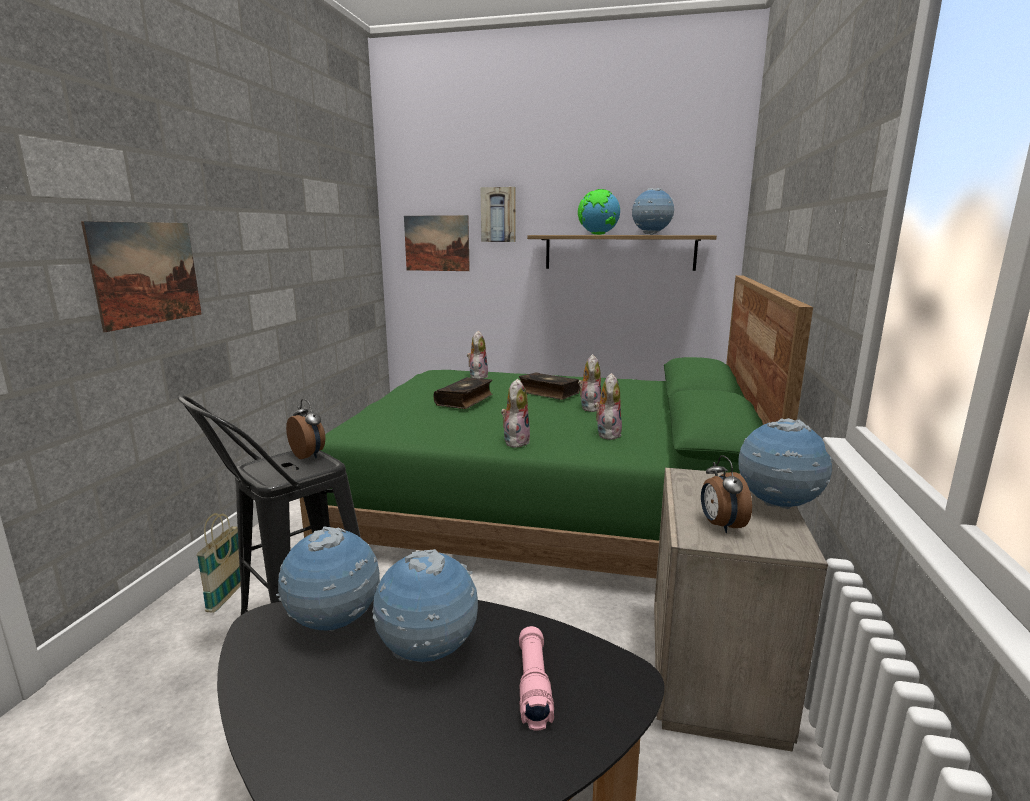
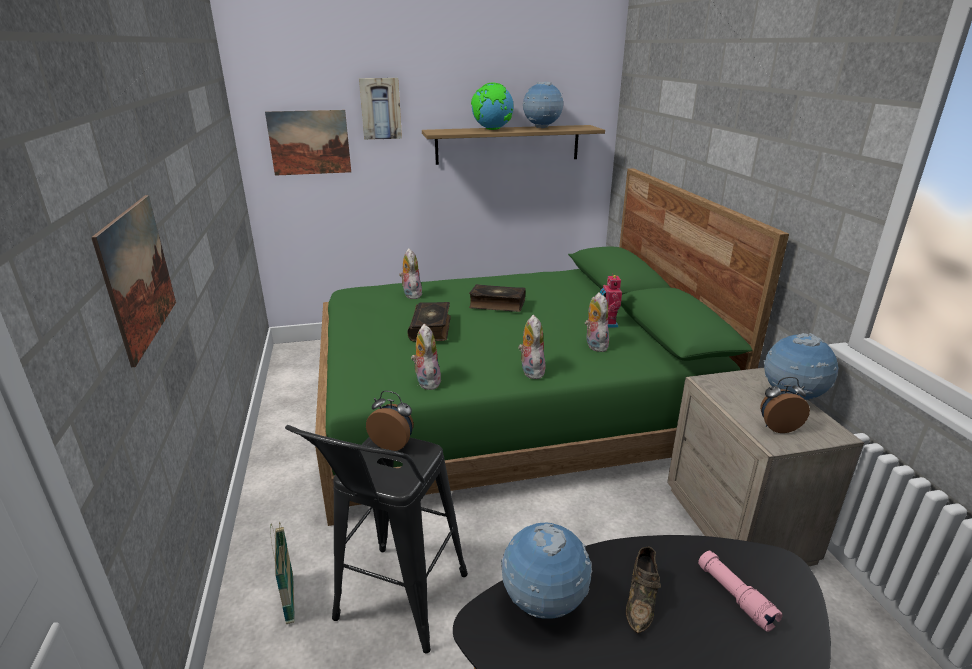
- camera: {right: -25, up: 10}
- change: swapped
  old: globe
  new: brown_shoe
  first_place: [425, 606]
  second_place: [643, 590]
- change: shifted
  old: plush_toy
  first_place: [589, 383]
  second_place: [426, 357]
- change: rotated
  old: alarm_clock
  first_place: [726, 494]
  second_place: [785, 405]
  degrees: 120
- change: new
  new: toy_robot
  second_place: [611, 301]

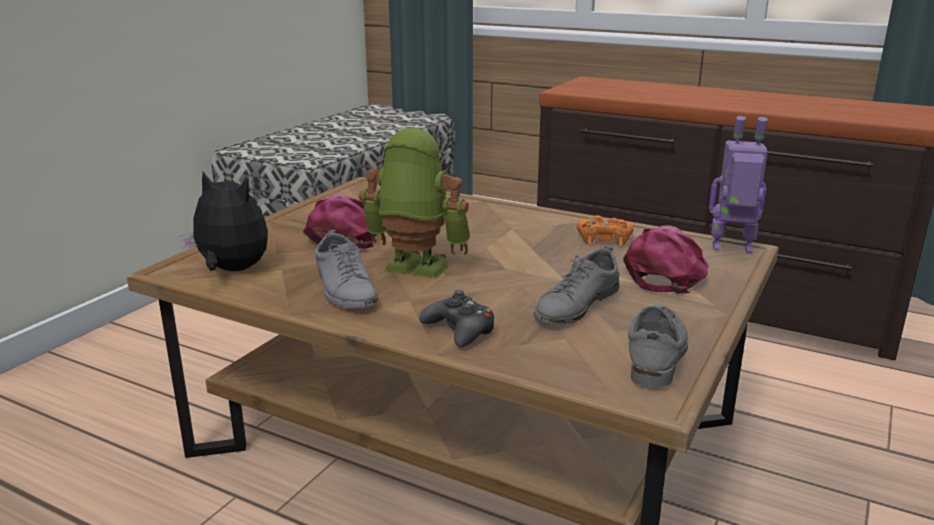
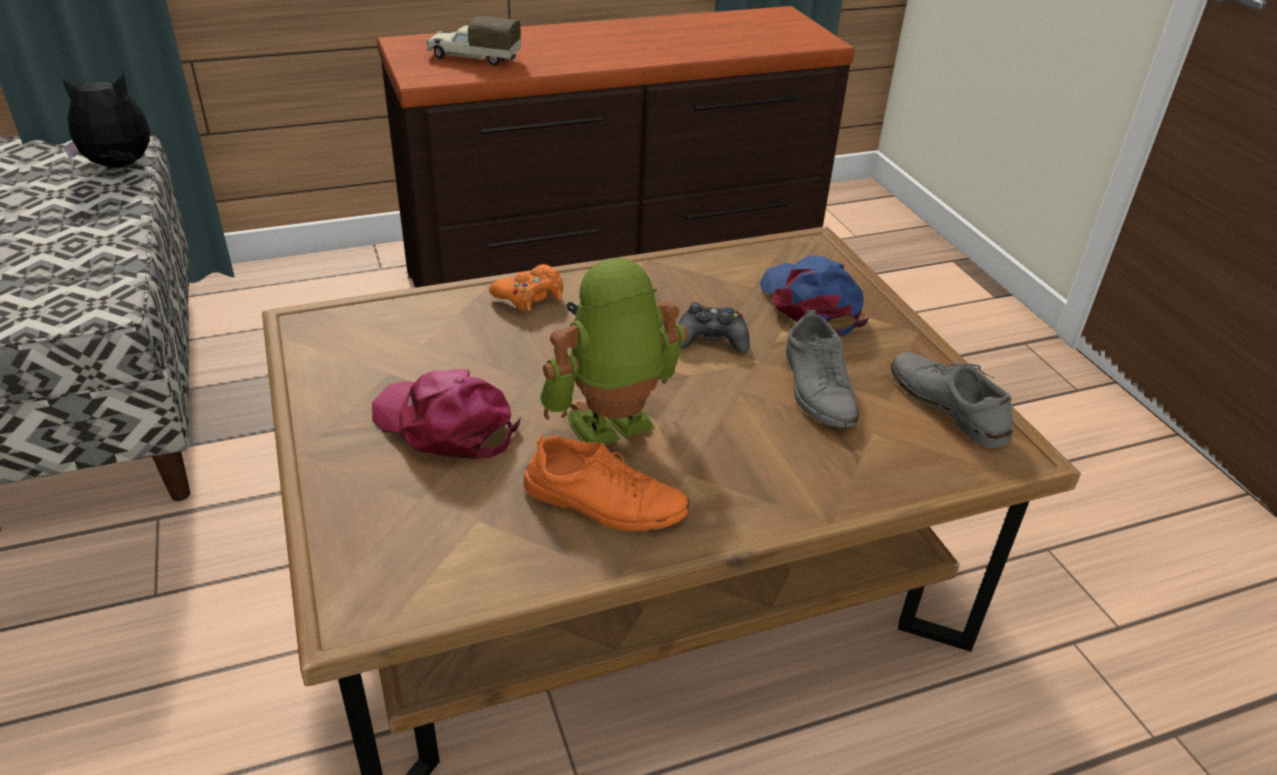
- camera: {right: -50, up: 15}
- change: shifted
  old: plush_toy
  first_place: [224, 221]
  second_place: [106, 120]
- change: repainted
  old: grey_shoe
  new: orange_shoe
  first_place: [346, 269]
  second_place: [607, 482]
- change: shifted
  old: black_game_controller
  first_place: [456, 318]
  second_place: [714, 327]
- change: shifted
  old: orange_game_controller
  first_place: [605, 230]
  second_place: [526, 288]
- change: repainted
  old: pink_cap
  new: blue_cap
  first_place: [666, 260]
  second_place: [814, 295]
- change: gone
  old: toy_robot
  first_place: [738, 184]
- change: new
  new: toy_truck
  second_place: [473, 41]

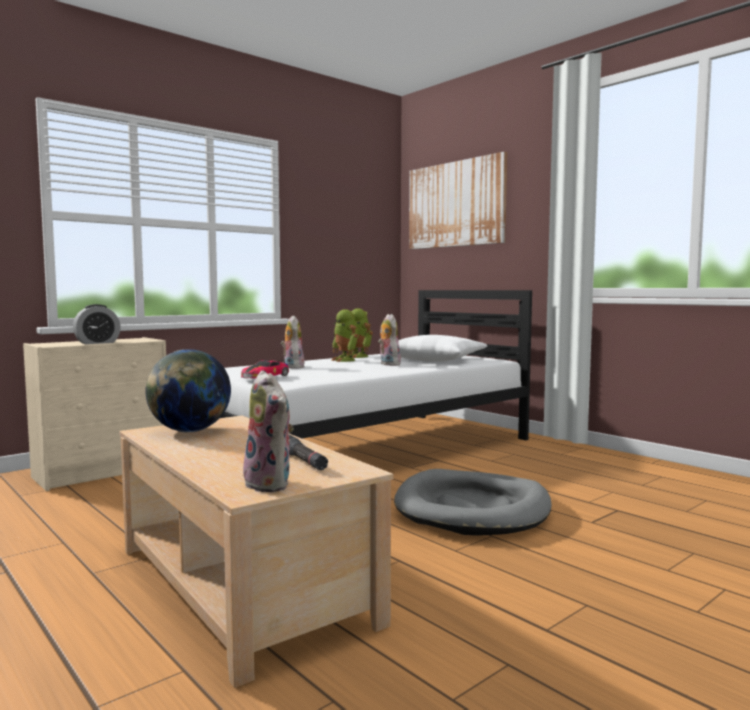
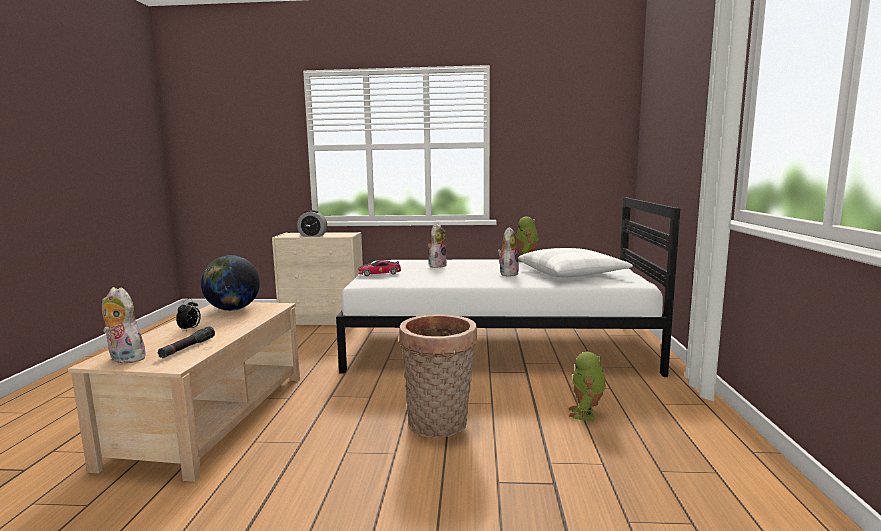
- camera: {right: 45, up: 5}
- change: rotated
  old: plush_toy
  first_place: [268, 431]
  second_place: [125, 325]
  degrees: 105
- change: shifted
  old: toy_robot
  first_place: [345, 335]
  second_place: [587, 386]
- change: swapped
  old: grey_dog_bed
  new: basket
  first_place: [473, 502]
  second_place: [438, 376]
- change: gone
  old: picture
  first_place: [458, 200]
- change: new
  new: alarm_clock
  second_place: [188, 314]

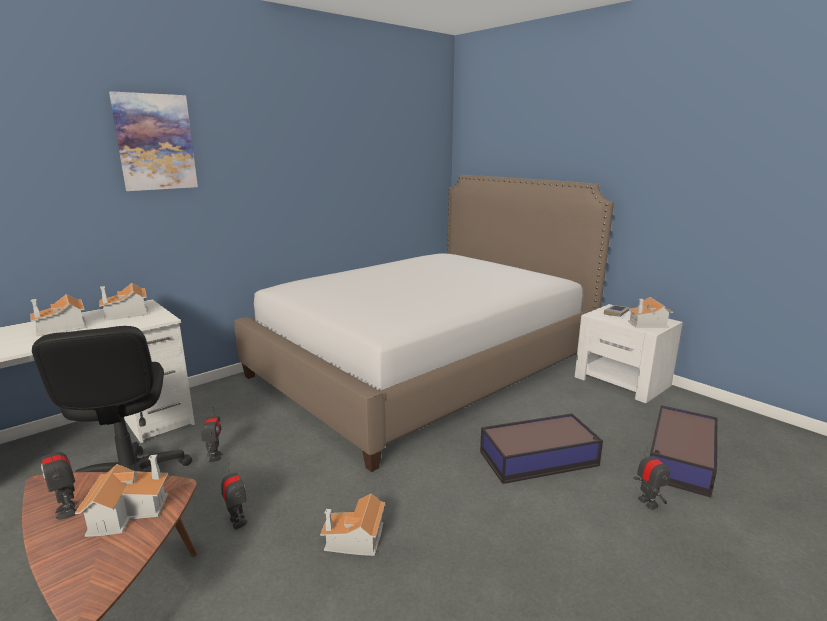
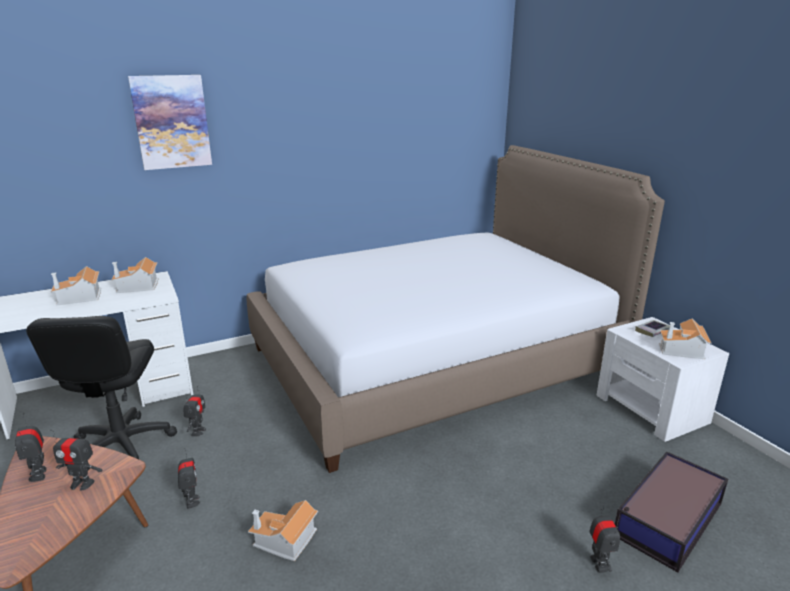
- camera: {right: 15, up: 5}
- change: swapped
  old: toy_house
  new: toy_robot
  first_place: [121, 496]
  second_place: [76, 460]
- change: gone
  old: storage_box
  first_place: [541, 448]

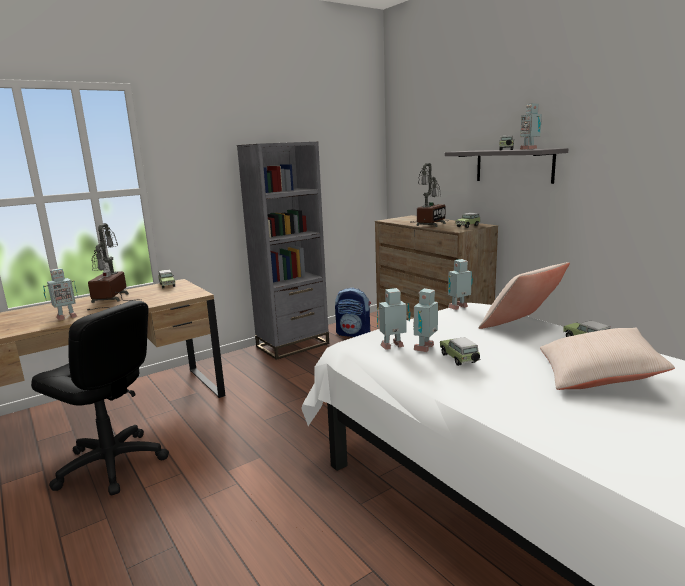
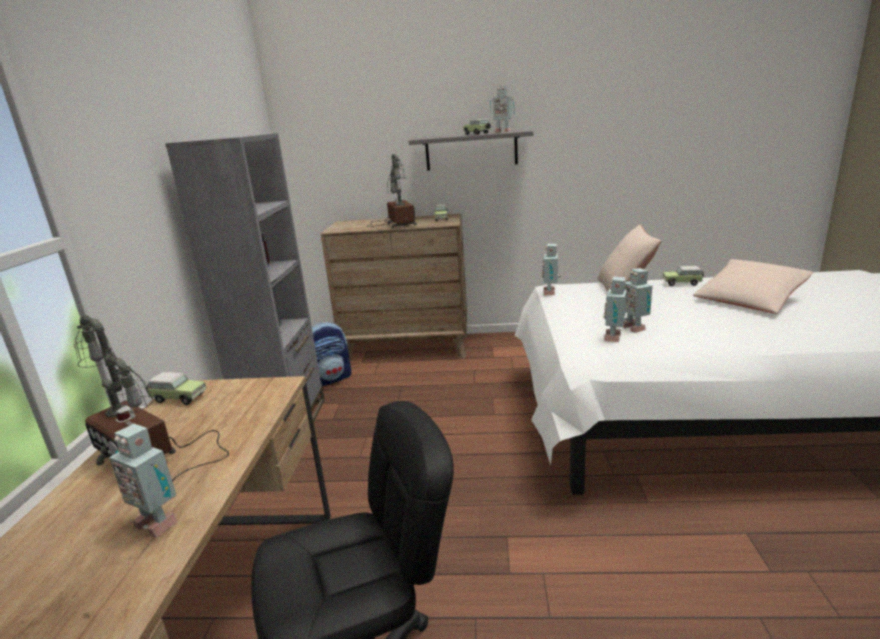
- camera: {right: -50, up: 5}
- change: rotated
  old: toy_robot
  first_place: [60, 294]
  second_place: [143, 481]
  degrees: 120
- change: gone
  old: toy_car
  first_place: [460, 351]

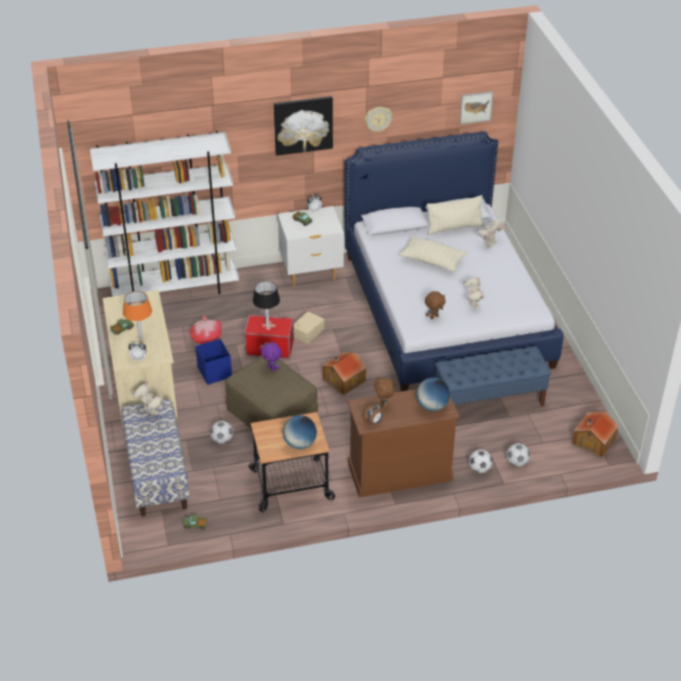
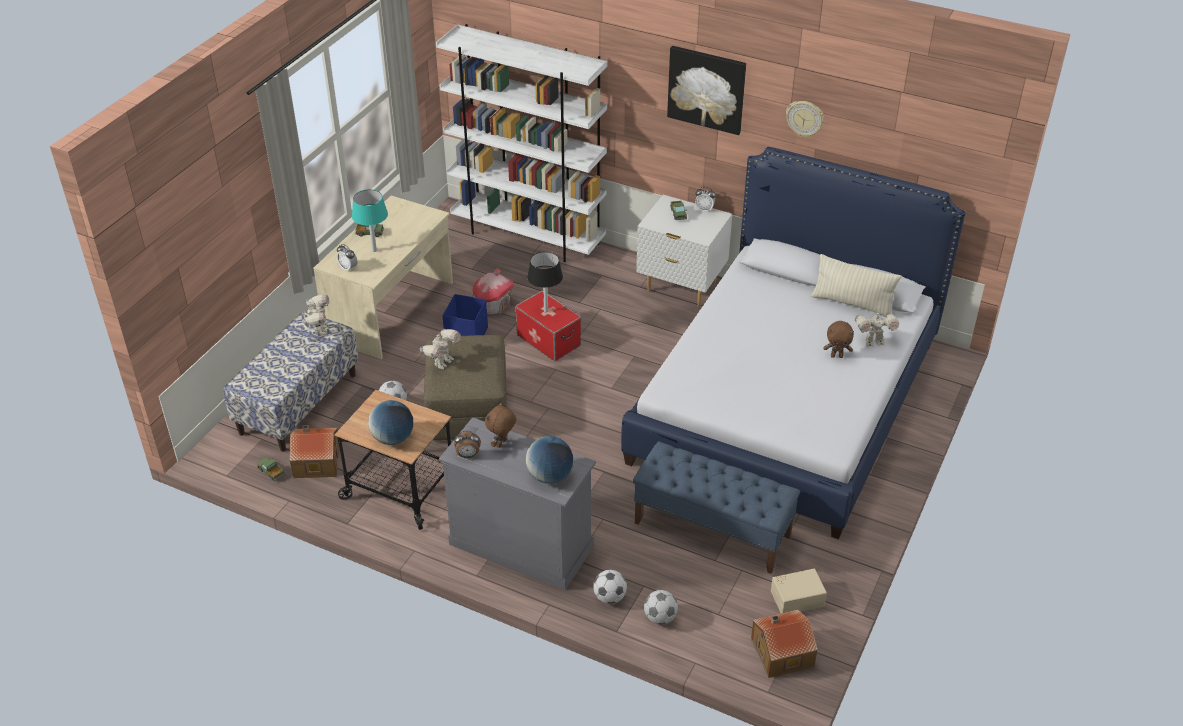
- camera: {right: 40, up: 0}
- change: repainted
  old: orange_table_lamp
  new: turquoise_table_lamp
  first_place: [137, 315]
  second_place: [370, 220]
- change: gone
  old: purple_plush_toy
  first_place: [271, 356]
- change: shifted
  old: beige_storage_box
  first_place: [308, 327]
  second_place: [799, 591]
- change: shifted
  old: toy_house
  first_place: [344, 373]
  second_place: [314, 452]
- change: repainted
  old: brown_dresser
  new: grey_dresser
  first_place: [403, 443]
  second_place: [517, 503]
- change: gone
  old: beige_pillow
  first_place: [433, 254]
- change: shifted
  old: brown_plush_toy
  first_place: [435, 305]
  second_place: [838, 339]
- change: gone
  old: picture
  first_place: [477, 107]
- change: shifted
  old: toy_robot
  first_place: [473, 292]
  second_place: [440, 349]

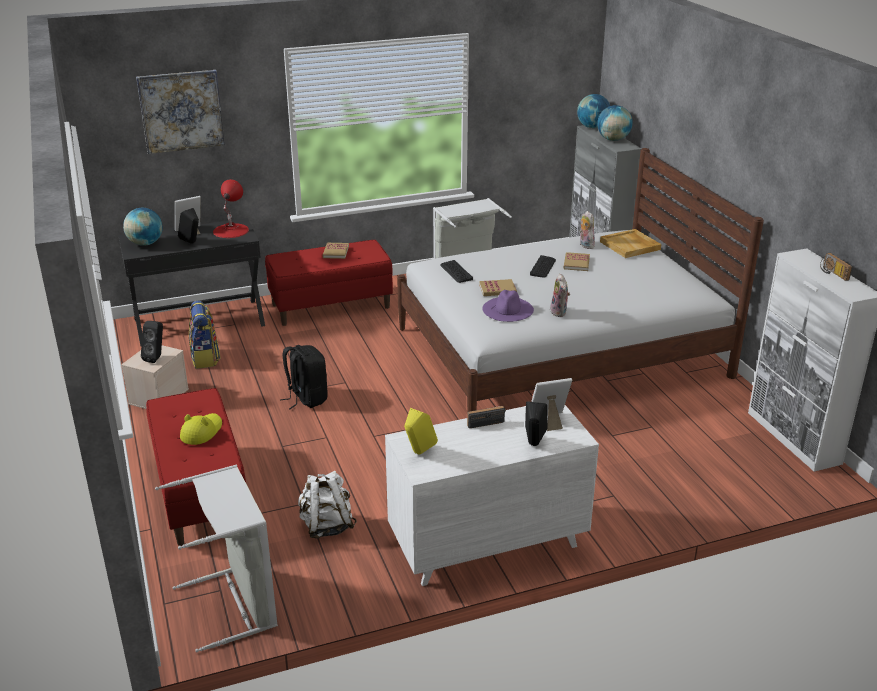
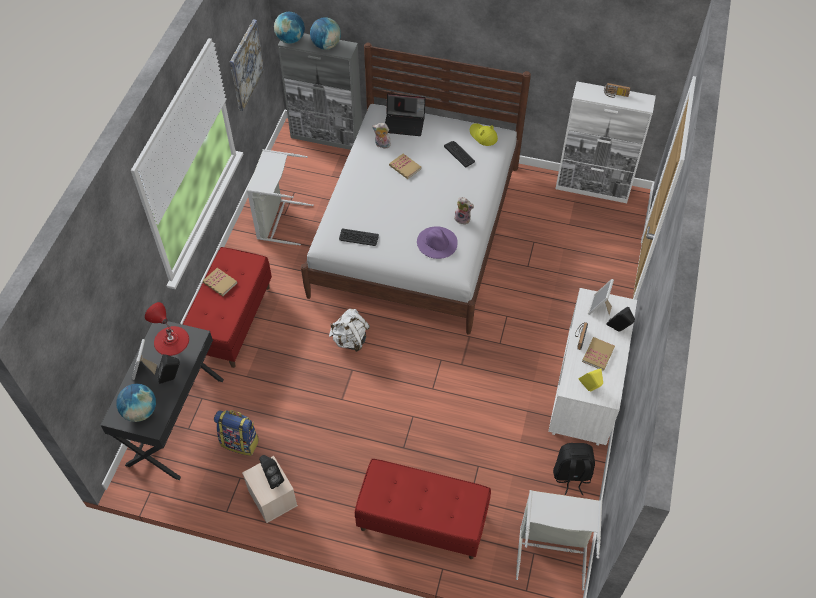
- camera: {right: -55, up: 25}
- change: shifted
  old: picture
  first_place: [180, 112]
  second_place: [247, 65]
- change: shifted
  old: yellow_hat
  first_place: [201, 429]
  second_place: [484, 134]
- change: shifted
  old: black_backpack
  first_place: [304, 377]
  second_place: [574, 469]
- change: shifted
  old: white_backpack
  first_place: [327, 505]
  second_place: [349, 330]
- change: shifted
  old: book
  first_place: [498, 287]
  second_place: [598, 353]
- change: shifted
  old: keyboard
  first_place: [543, 266]
  second_place: [459, 154]
- change: swapped
  old: beige_tray
  new: laptop
  first_place: [630, 243]
  second_place: [405, 114]

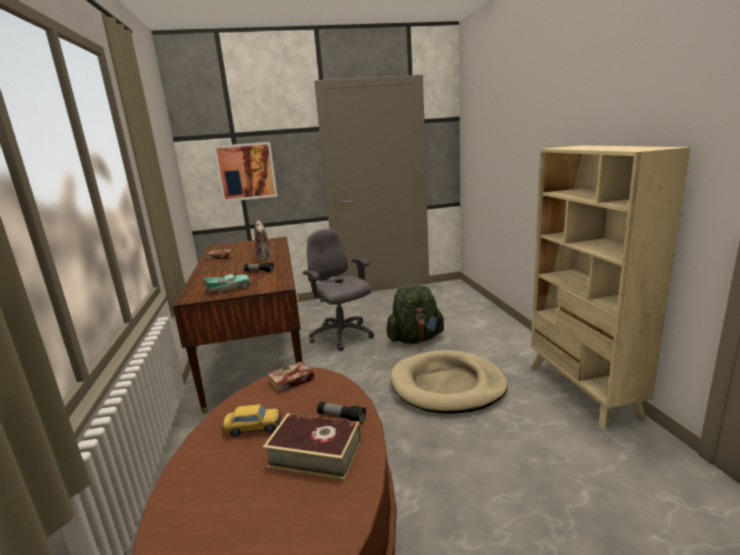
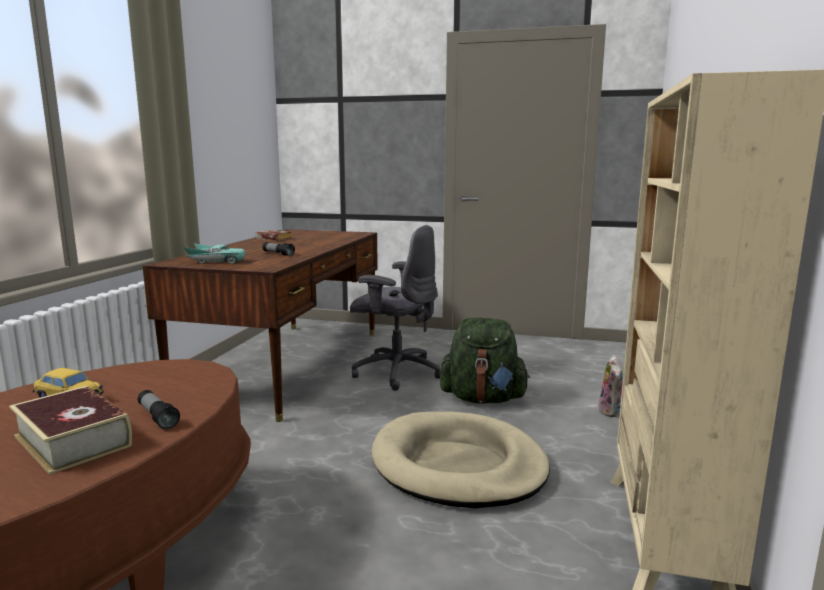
- camera: {right: 25, up: -5}
- change: gone
  old: picture
  first_place: [245, 172]
- change: shifted
  old: plush_toy
  first_place: [262, 240]
  second_place: [611, 386]
- change: gone
  old: book
  first_place: [291, 377]
- change: rotated
  old: grey_office_chair
  first_place: [338, 290]
  second_place: [395, 308]
  degrees: 120

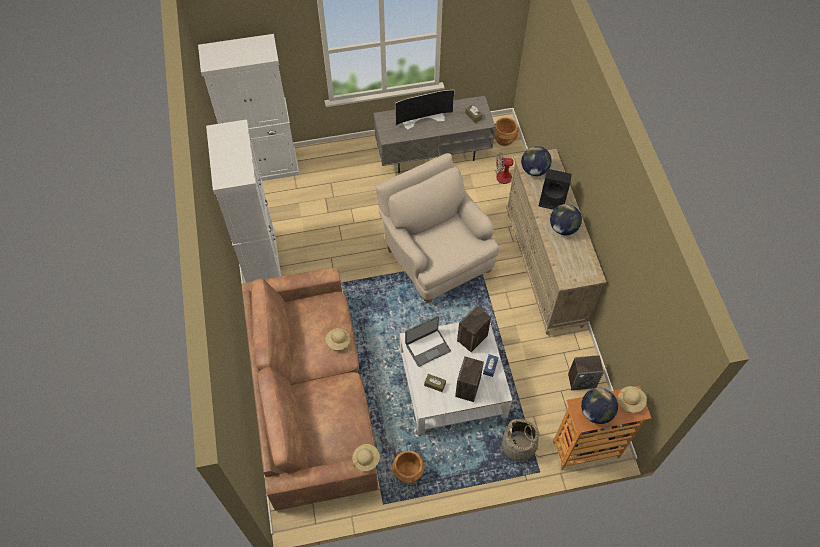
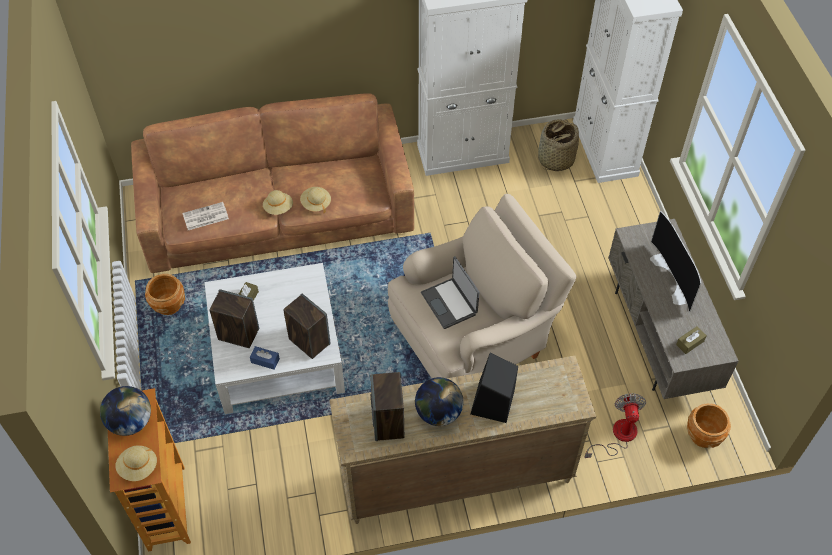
- camera: {right: 90, up: -5}
- change: shifted
  old: beige_hat
  first_place: [366, 457]
  second_place: [278, 202]
- change: shifted
  old: laptop
  first_place: [428, 341]
  second_place: [450, 292]
- change: shifted
  old: basket
  first_place: [521, 440]
  second_place: [558, 145]
- change: gone
  old: globe
  first_place: [536, 161]
- change: shifted
  old: speaker
  first_place: [586, 372]
  second_place: [387, 406]
- change: new
  new: newspaper
  second_place: [205, 216]

